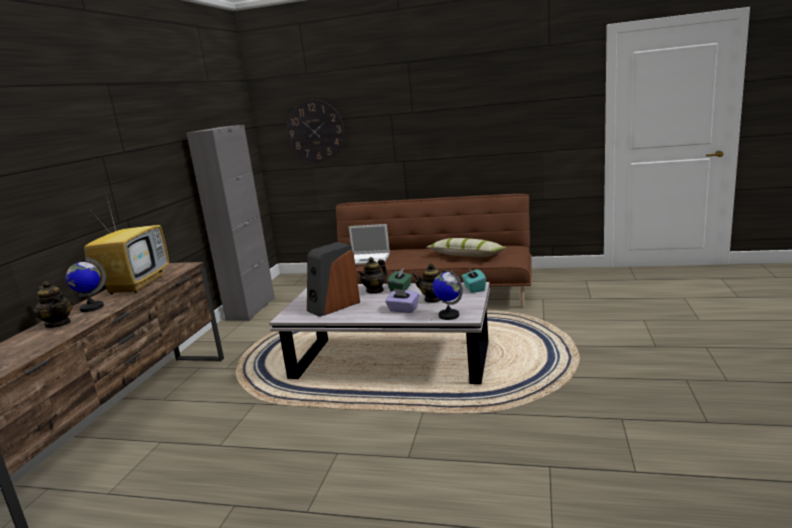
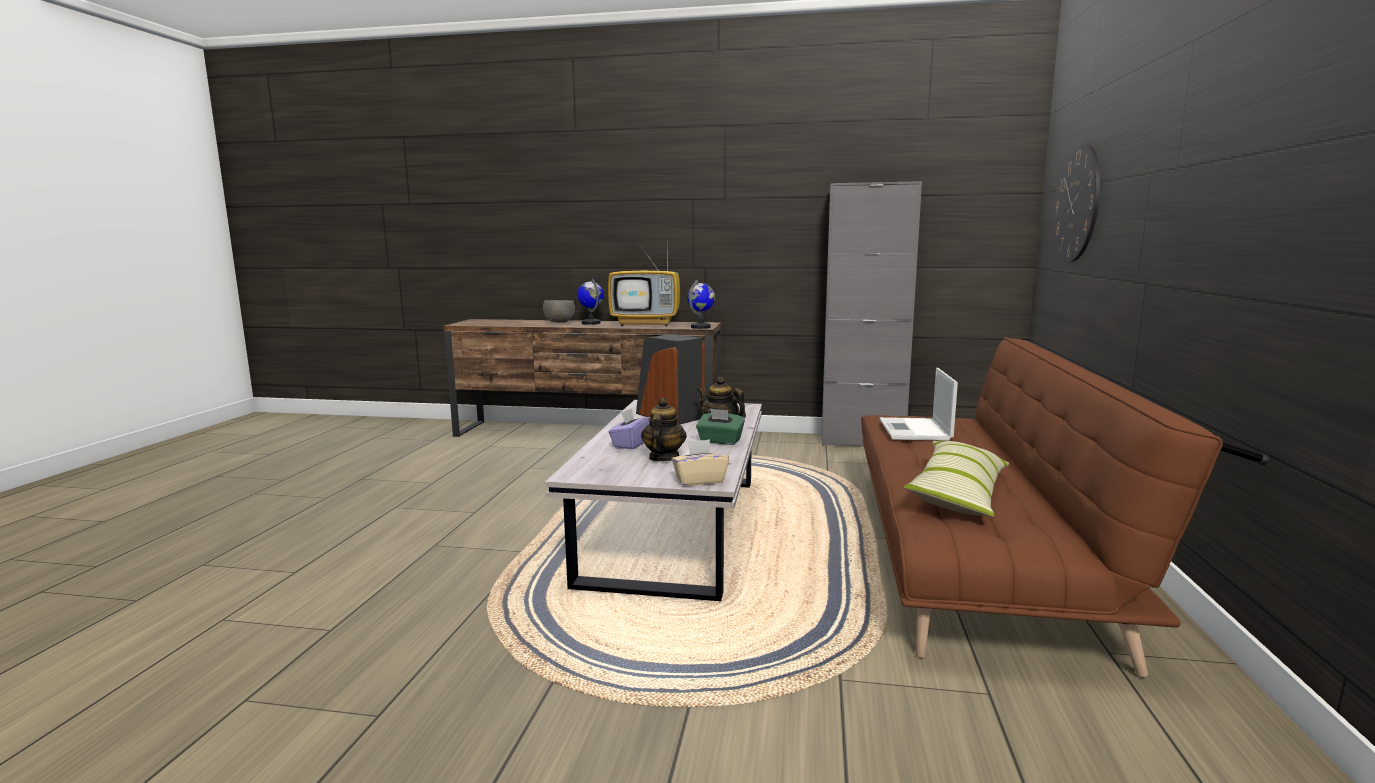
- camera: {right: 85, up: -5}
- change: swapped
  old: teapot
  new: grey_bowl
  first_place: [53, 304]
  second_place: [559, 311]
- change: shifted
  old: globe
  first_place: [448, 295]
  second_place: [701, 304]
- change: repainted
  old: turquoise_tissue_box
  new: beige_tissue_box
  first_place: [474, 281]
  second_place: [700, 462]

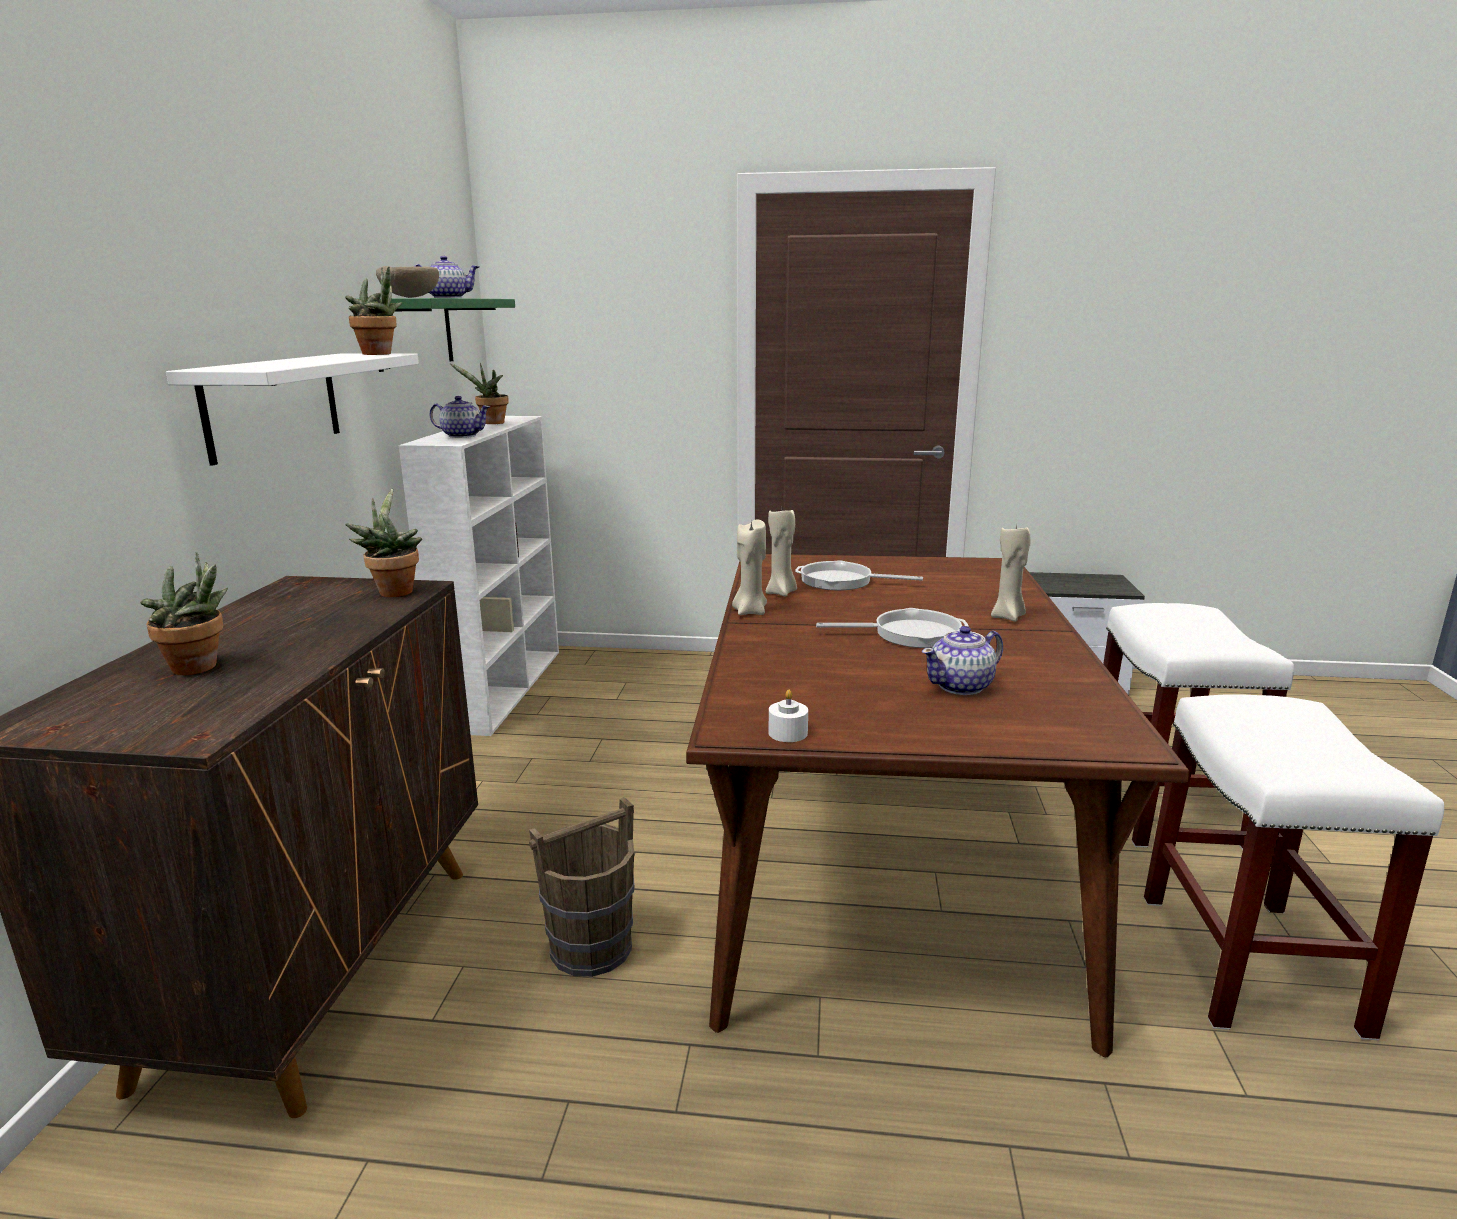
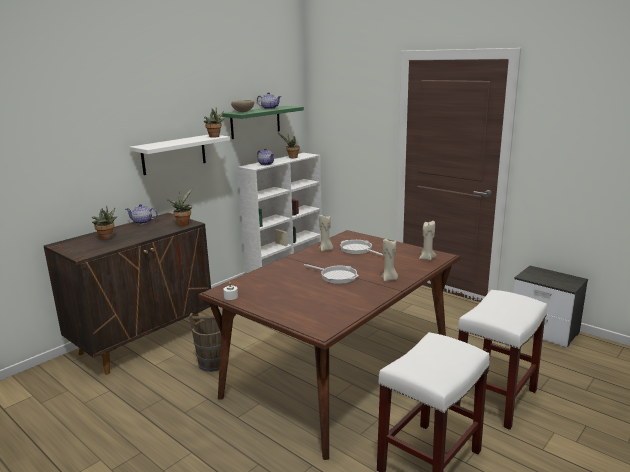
- camera: {right: 35, up: 0}
- change: shifted
  old: beige_candle
  first_place: [749, 567]
  second_place: [428, 241]
- change: shifted
  old: teapot
  first_place: [962, 660]
  second_place: [142, 214]

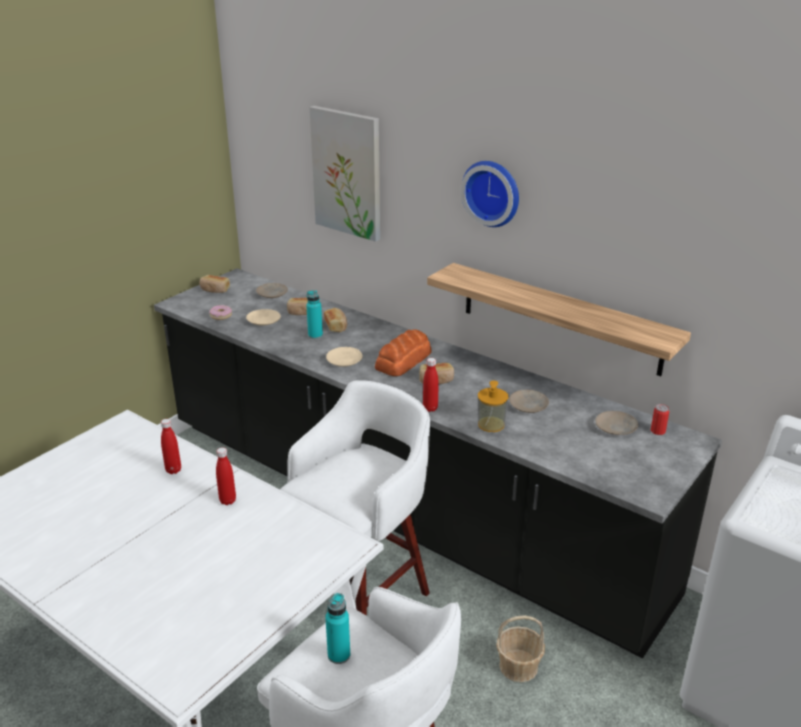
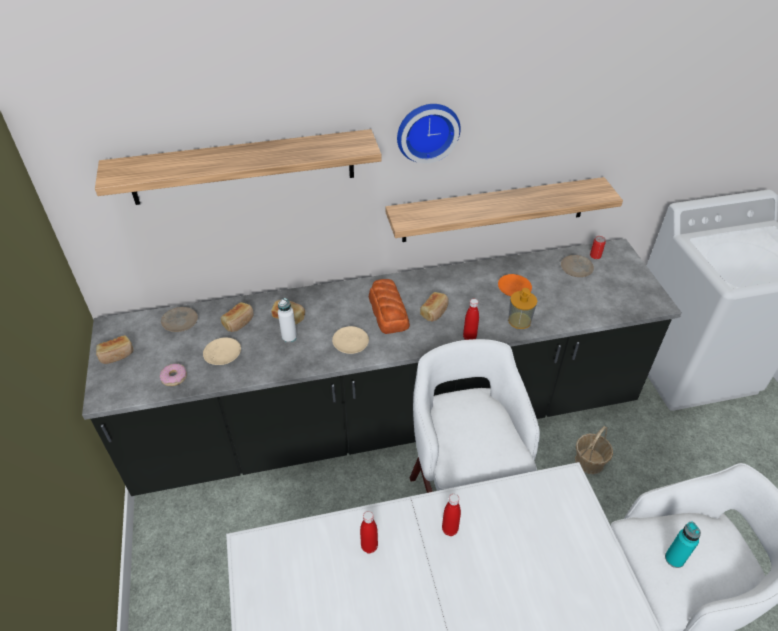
- camera: {right: -50, up: 15}
- change: repainted
  old: turquoise_bottle
  new: white_bottle
  first_place: [314, 315]
  second_place: [287, 320]
- change: swapped
  old: picture
  new: shelf
  first_place: [344, 174]
  second_place: [238, 167]
- change: repainted
  old: beige_plate
  new: orange_plate
  first_place: [529, 401]
  second_place: [515, 285]

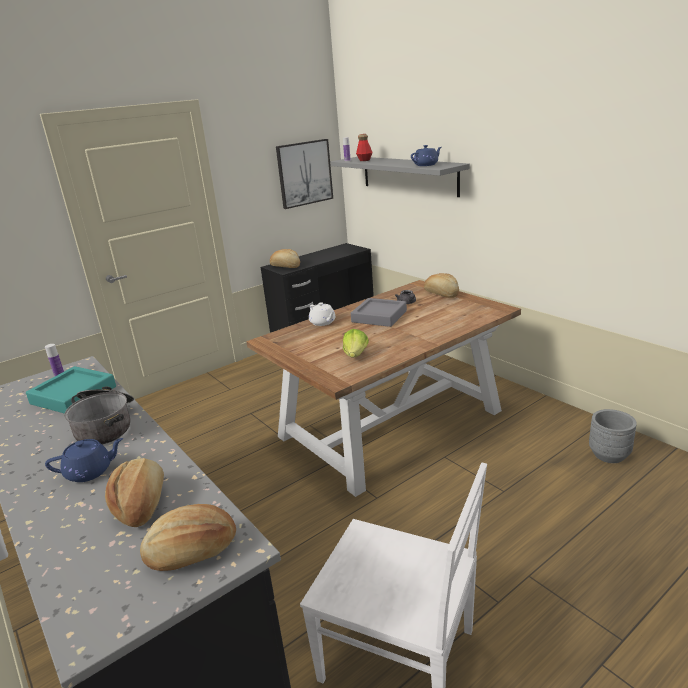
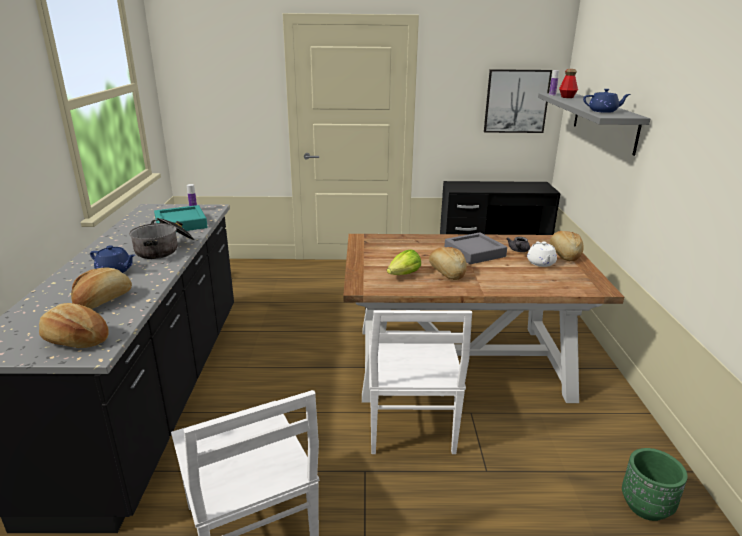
- camera: {right: 35, up: 0}
- change: shifted
  old: bread
  first_place: [285, 258]
  second_place: [448, 263]
- change: shifted
  old: white_teapot
  first_place: [322, 314]
  second_place: [542, 254]
- change: repainted
  old: grey_planter
  new: green_planter
  first_place: [613, 436]
  second_place: [655, 484]
- change: new
  new: white_chair
  second_place: [420, 382]

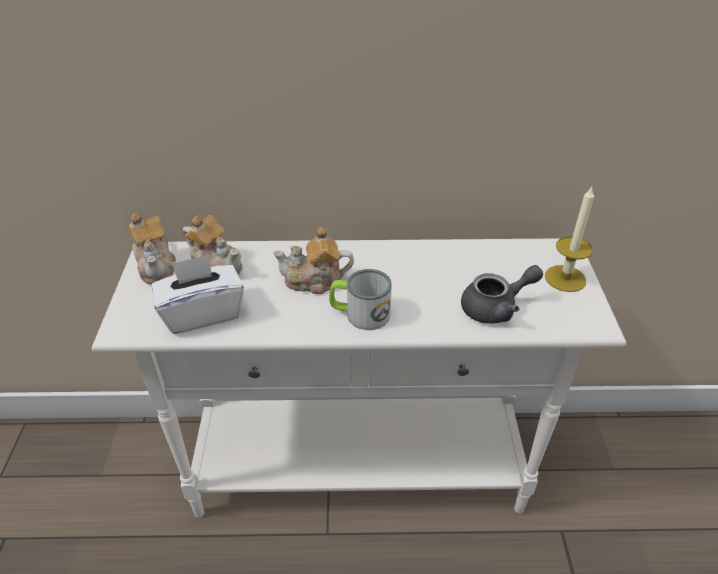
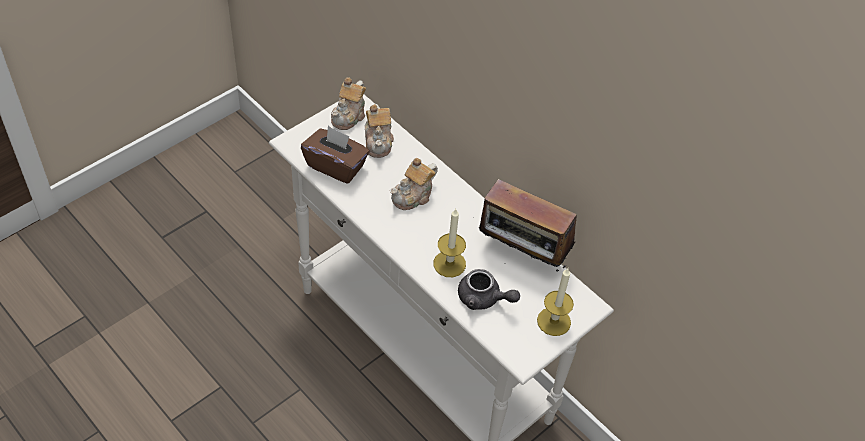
- camera: {right: 45, up: 10}
- change: repainted
  old: white_tissue_box
  new: brown_tissue_box
  first_place: [198, 294]
  second_place: [335, 155]
- change: rotated
  old: teapot
  first_place: [313, 260]
  second_place: [414, 184]
  degrees: -90
- change: gone
  old: mug
  first_place: [360, 299]
- change: new
  new: candle
  second_place: [449, 243]
- change: new
  new: radio
  second_place: [528, 225]

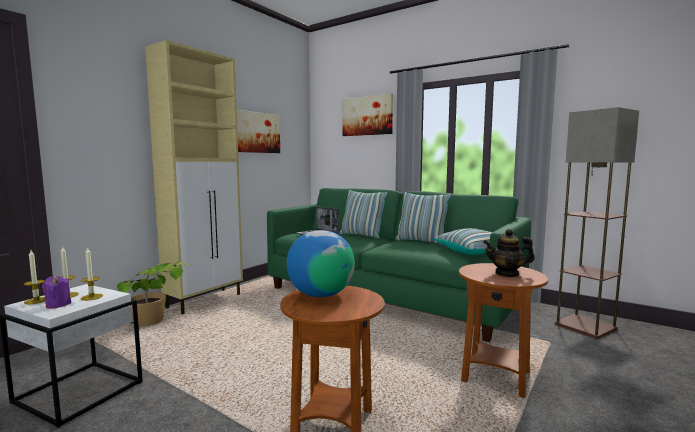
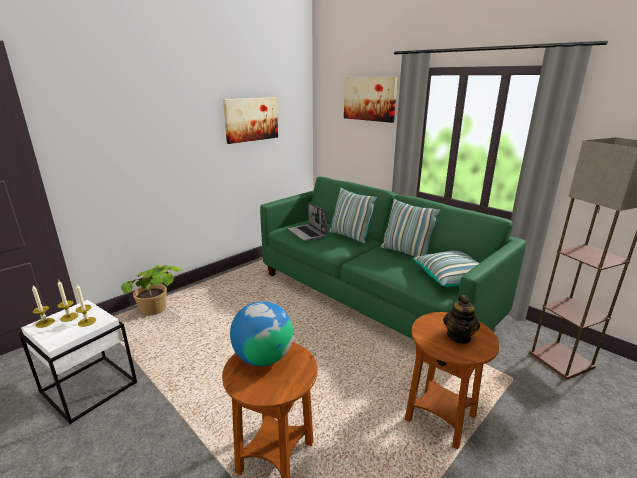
- camera: {right: 10, up: 15}
- change: gone
  old: purple_candle
  first_place: [56, 292]
- change: gone
  old: beige_cabinet
  first_place: [194, 177]
- change: rotated
  old: teapot
  first_place: [509, 253]
  second_place: [461, 319]
  degrees: -90

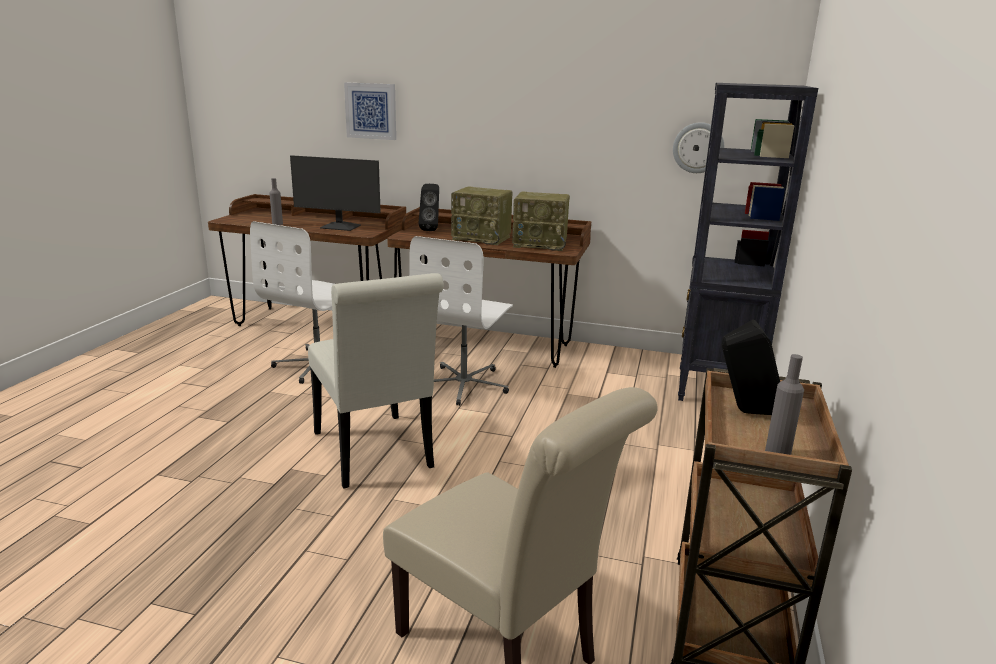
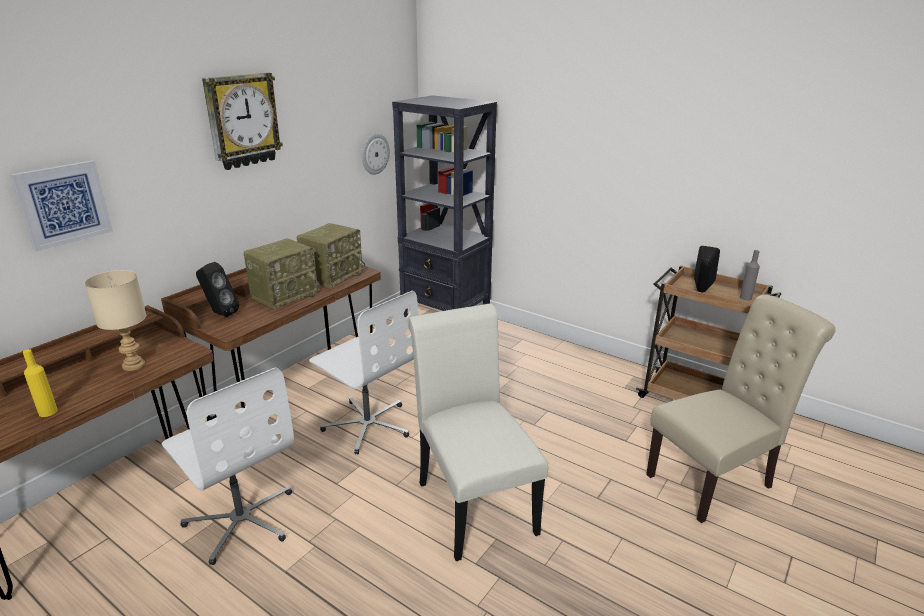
- camera: {right: -70, up: 5}
- change: repainted
  old: grey_bottle
  new: yellow_bottle
  first_place: [276, 201]
  second_place: [40, 383]
- change: swapped
  old: monitor
  new: beige_table_lamp
  first_place: [335, 193]
  second_place: [115, 320]
- change: rotated
  old: white_chair
  first_place: [376, 381]
  second_place: [478, 432]
  degrees: -105
- change: new
  new: wall_clock
  second_place: [242, 121]

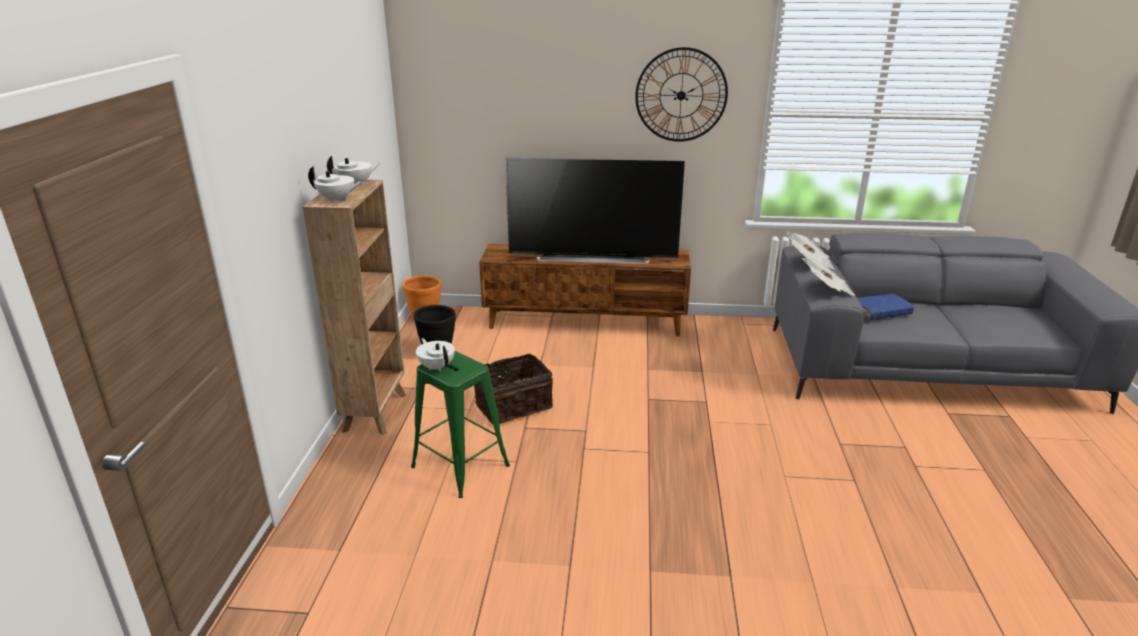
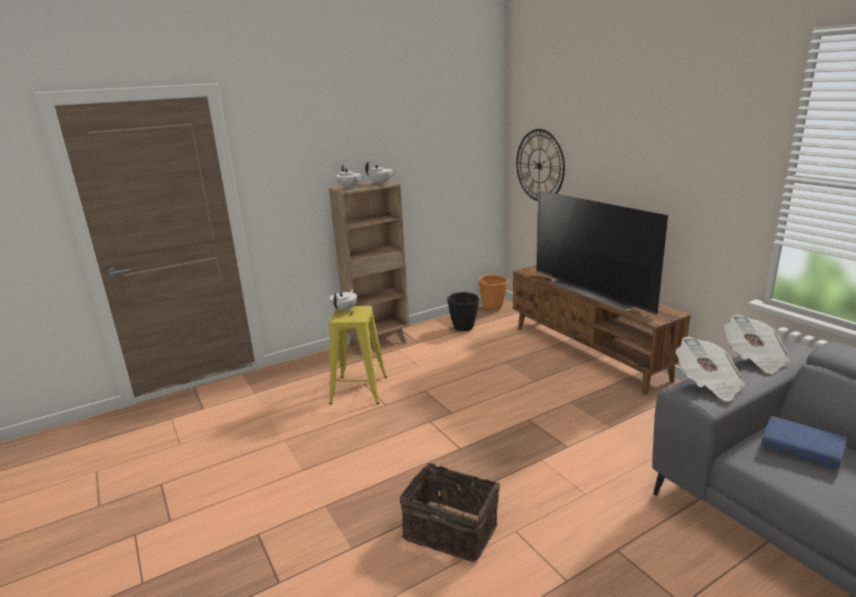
- camera: {right: 55, up: -5}
- change: repainted
  old: green_stool
  new: yellow_stool
  first_place: [460, 424]
  second_place: [358, 355]
- change: shifted
  old: basket
  first_place: [513, 389]
  second_place: [450, 510]
- change: shifted
  old: wall_clock
  first_place: [681, 94]
  second_place: [540, 165]

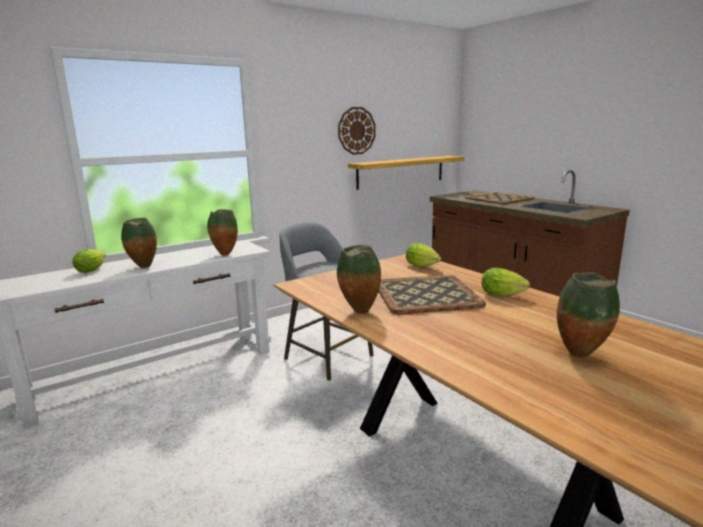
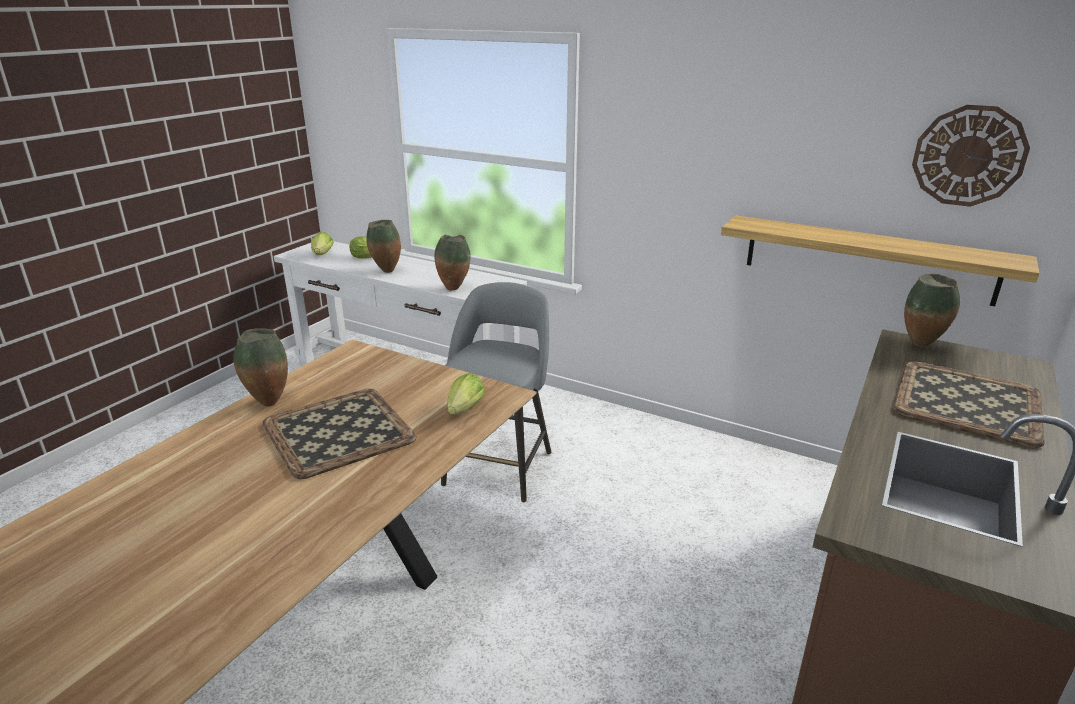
- camera: {right: 65, up: 10}
- change: shifted
  old: wall_clock
  first_place: [357, 131]
  second_place: [971, 156]
- change: shifted
  old: lettuce
  first_place: [506, 282]
  second_place: [322, 243]
- change: shifted
  old: vase
  first_place: [588, 315]
  second_place: [932, 310]

